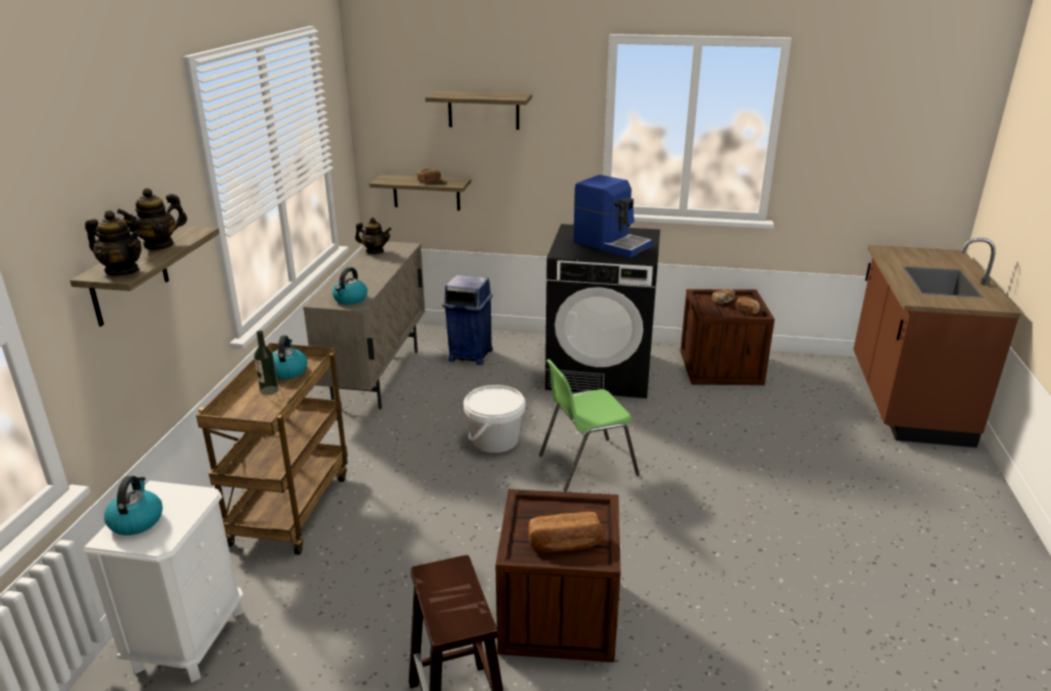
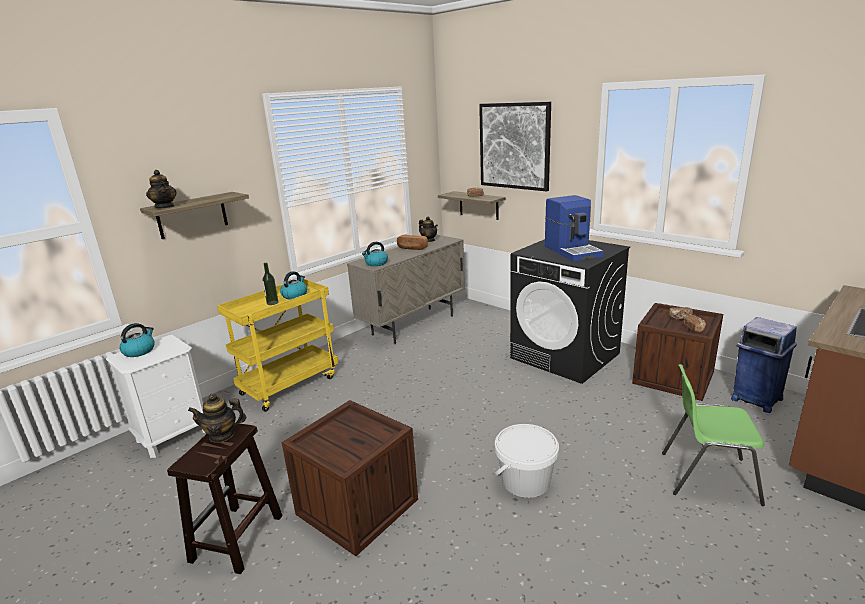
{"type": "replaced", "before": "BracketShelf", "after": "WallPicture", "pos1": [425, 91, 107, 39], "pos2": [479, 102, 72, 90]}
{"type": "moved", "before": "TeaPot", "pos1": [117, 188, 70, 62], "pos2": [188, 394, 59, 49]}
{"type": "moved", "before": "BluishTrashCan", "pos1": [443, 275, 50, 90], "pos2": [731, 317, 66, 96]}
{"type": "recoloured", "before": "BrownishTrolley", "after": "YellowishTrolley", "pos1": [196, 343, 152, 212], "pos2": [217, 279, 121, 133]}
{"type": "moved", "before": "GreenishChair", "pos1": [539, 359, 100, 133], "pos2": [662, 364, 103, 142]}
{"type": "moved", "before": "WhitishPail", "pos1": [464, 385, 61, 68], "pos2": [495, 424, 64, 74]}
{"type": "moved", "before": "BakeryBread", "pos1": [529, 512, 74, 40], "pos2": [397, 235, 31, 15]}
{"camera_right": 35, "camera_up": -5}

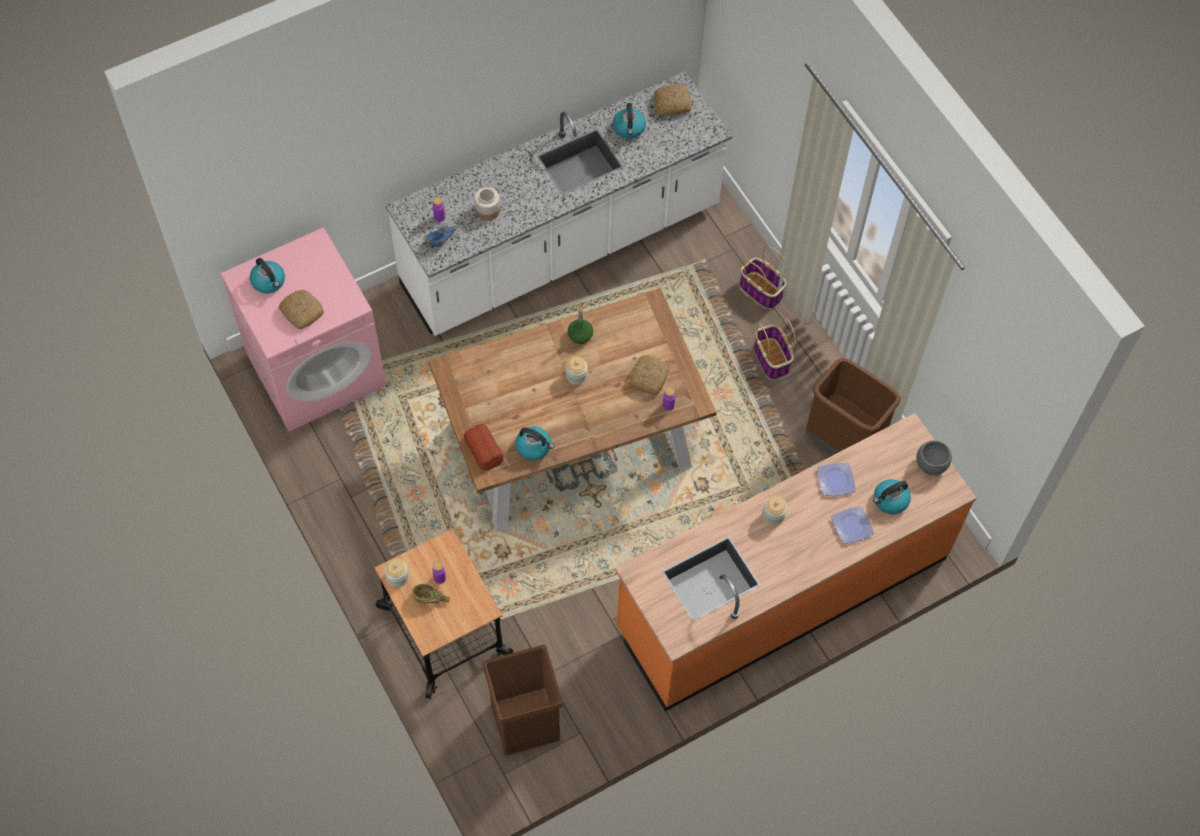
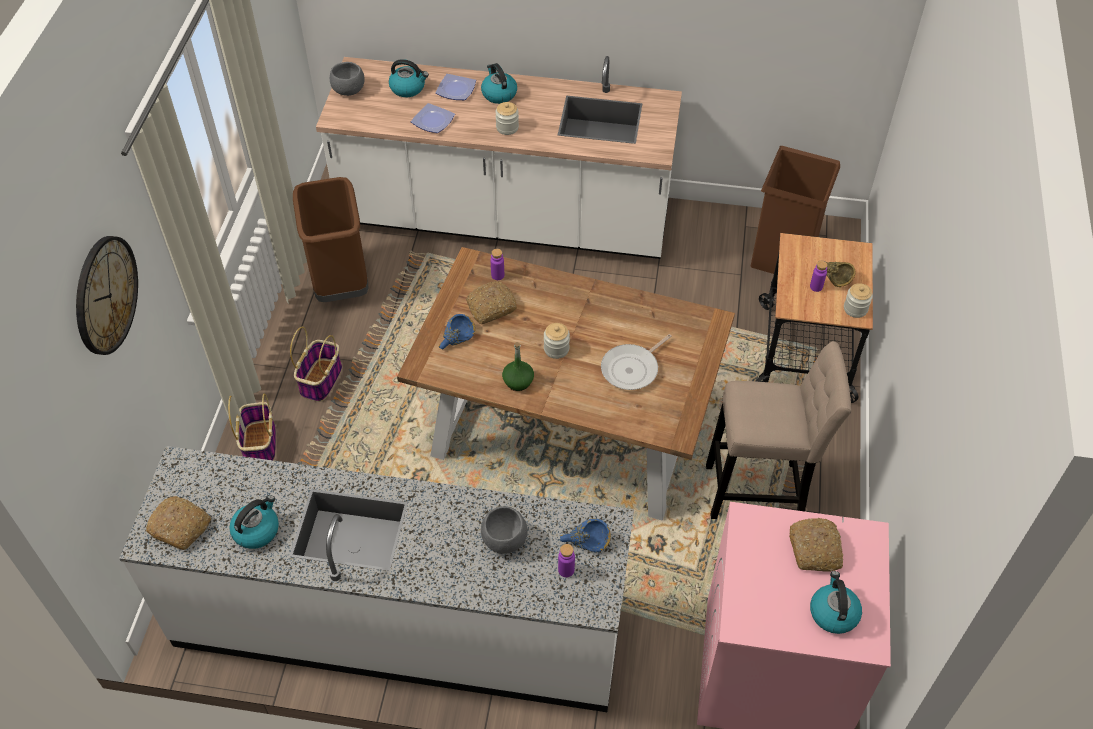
{"type": "replaced", "before": "Jar", "after": "GrayDeepDish", "pos1": [475, 187, 25, 33], "pos2": [481, 506, 47, 48]}
{"type": "recoloured", "before": "OrangeColouredCounter", "after": "WhitishCounter", "pos1": [615, 413, 361, 298], "pos2": [316, 56, 366, 203]}
{"type": "removed", "before": "BakeryBread", "pos1": [464, 424, 40, 47]}
{"type": "moved", "before": "WaterKettle", "pos1": [515, 426, 39, 34], "pos2": [481, 63, 36, 41]}
{"type": "added", "after": "HangingClock", "pos2": [76, 236, 62, 119]}
{"type": "added", "after": "BluishDeepDish", "pos2": [439, 314, 36, 36]}
{"type": "added", "after": "Skillet", "pos2": [601, 334, 71, 56]}
{"type": "added", "after": "BeigeColouredStool", "pos2": [706, 341, 145, 178]}
{"camera_right": -140, "camera_up": -10}

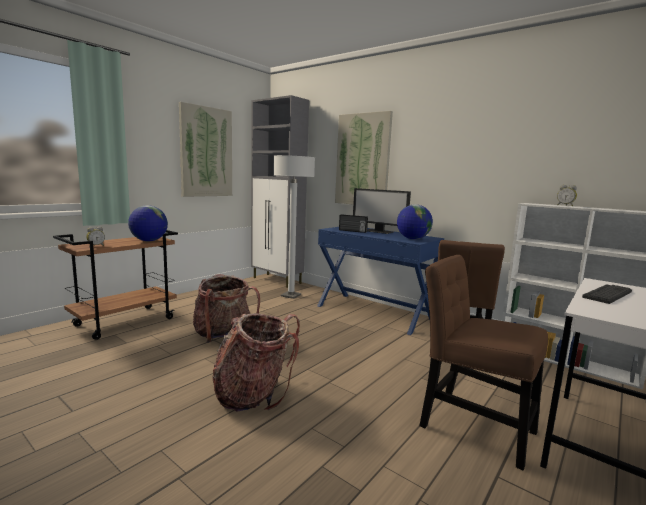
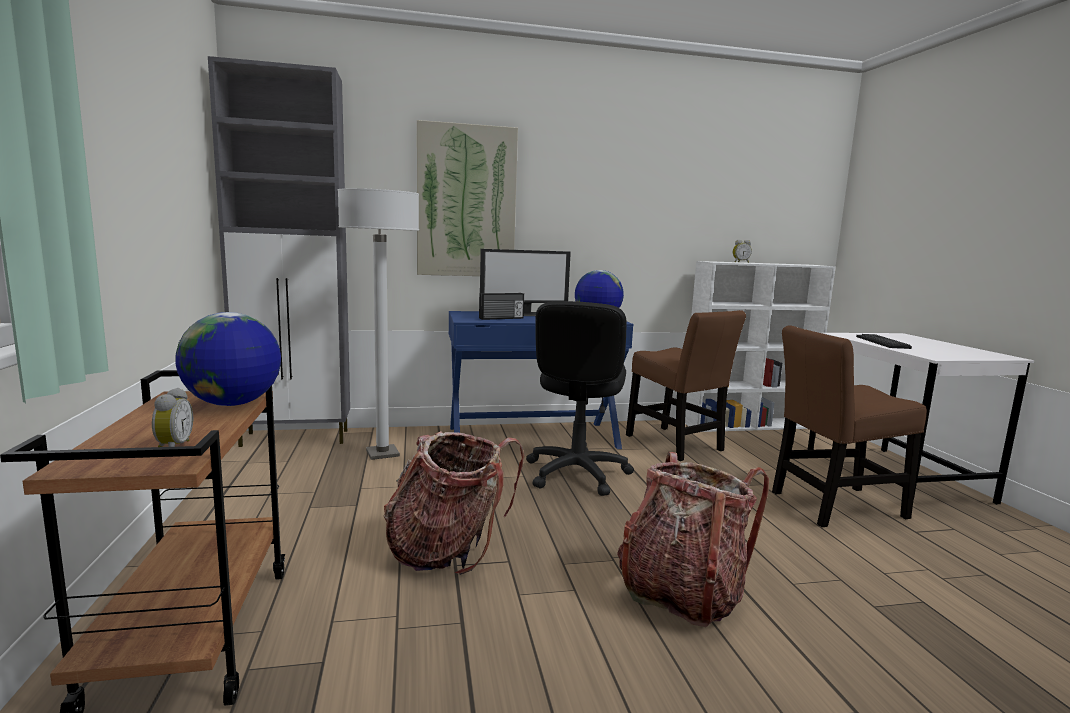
{"type": "removed", "before": "WallPicture", "pos1": [179, 102, 53, 95]}
{"type": "added", "after": "BlackComputerChair", "pos2": [526, 301, 108, 195]}
{"camera_right": -50, "camera_up": 0}

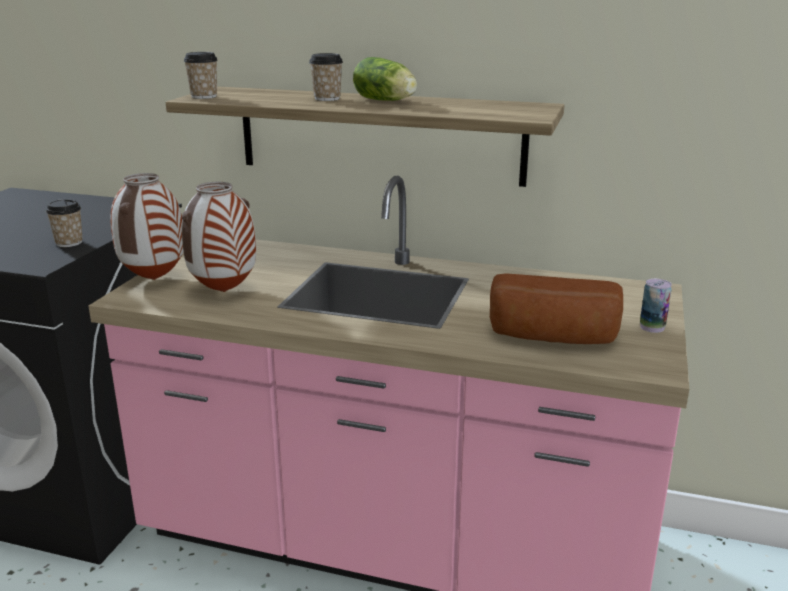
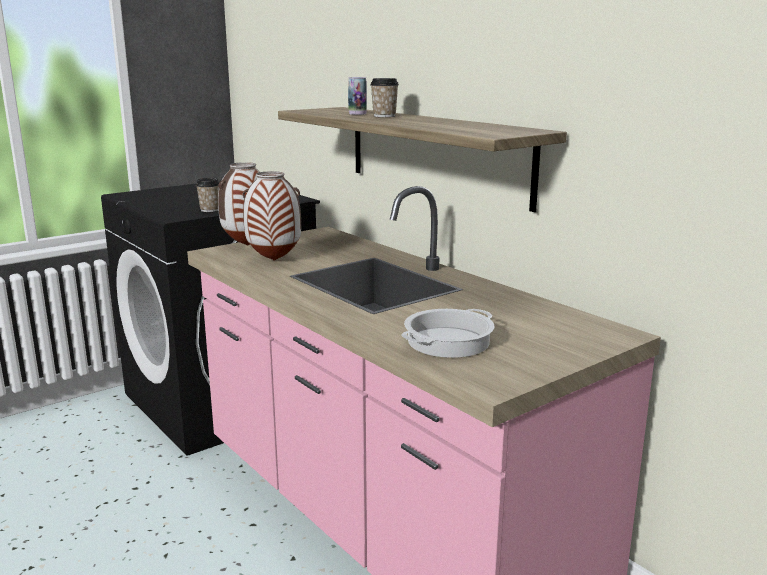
{"type": "removed", "before": "Cup", "pos1": [184, 52, 34, 47]}
{"type": "removed", "before": "Lettuce", "pos1": [353, 57, 64, 44]}
{"type": "replaced", "before": "BakeryBread", "after": "Stockpot", "pos1": [490, 273, 133, 71], "pos2": [401, 309, 93, 49]}
{"type": "moved", "before": "SealedCan", "pos1": [640, 279, 32, 54], "pos2": [348, 77, 19, 38]}
{"camera_right": 35, "camera_up": -5}

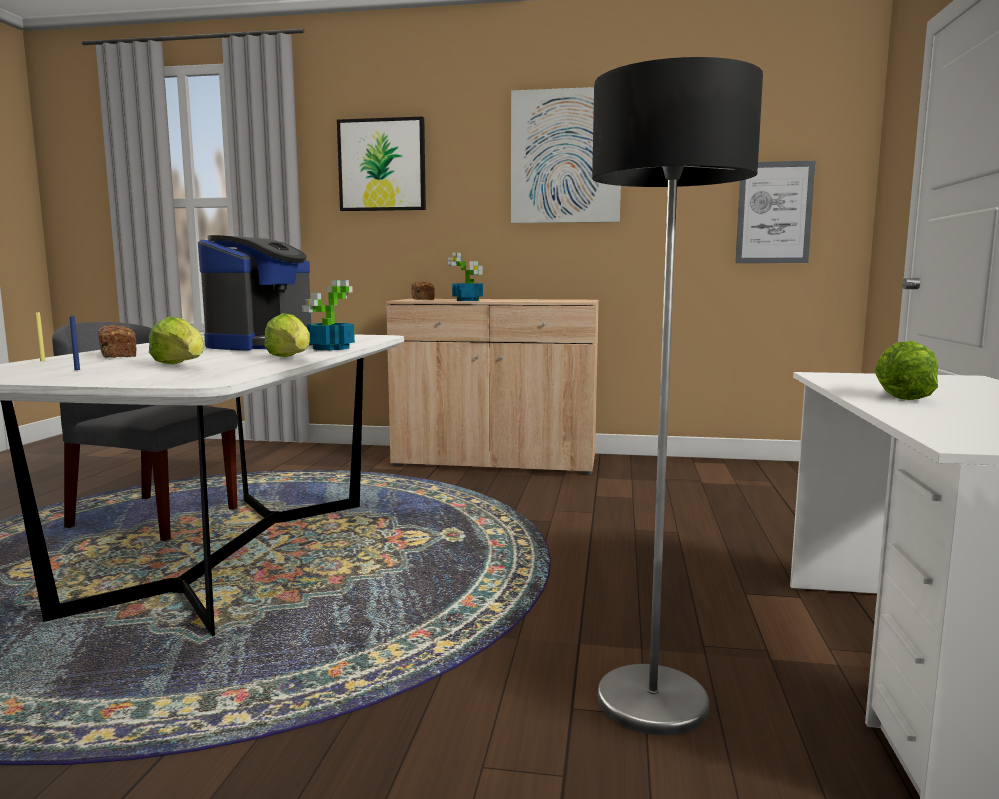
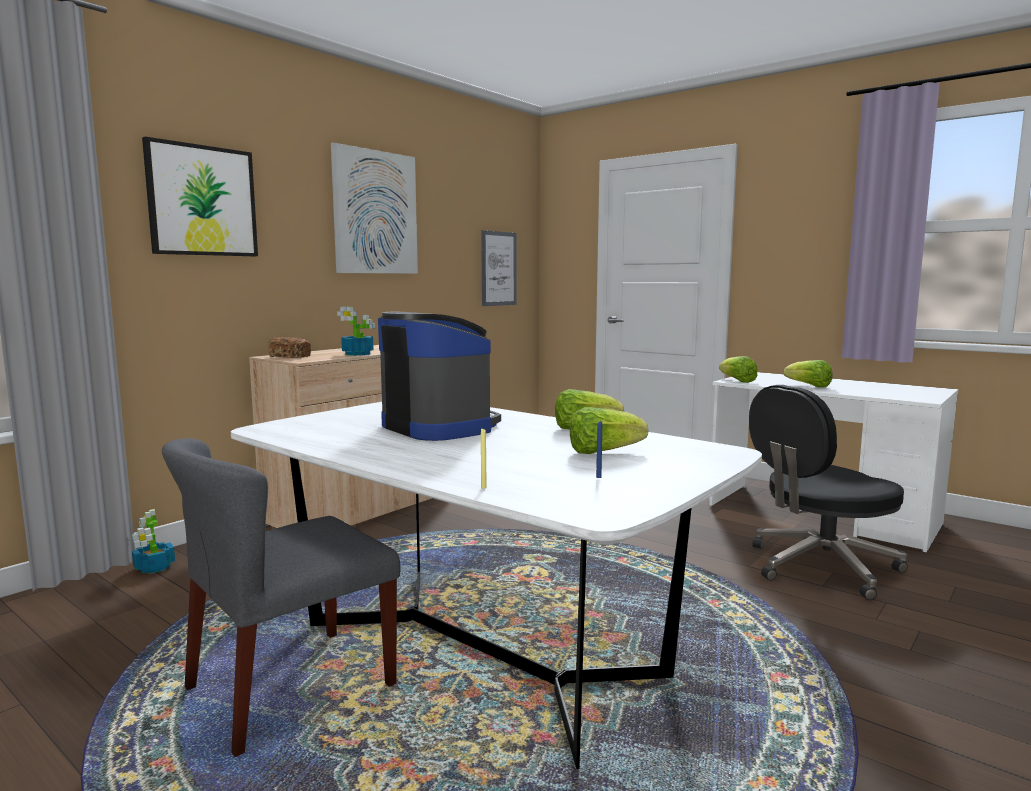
{"type": "replaced", "before": "FloorLamp", "after": "BlackComputerChair", "pos1": [592, 57, 171, 678], "pos2": [749, 385, 159, 215]}
{"type": "moved", "before": "PottedPlant", "pos1": [302, 280, 53, 71], "pos2": [132, 509, 43, 65]}
{"type": "removed", "before": "BakeryBread", "pos1": [98, 325, 39, 33]}
{"type": "added", "after": "Lettuce", "pos2": [719, 356, 38, 27]}
{"camera_right": -60, "camera_up": 0}

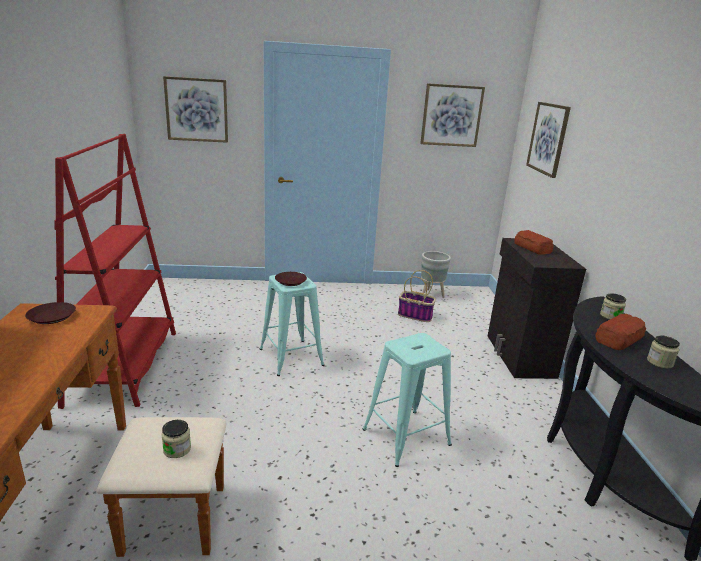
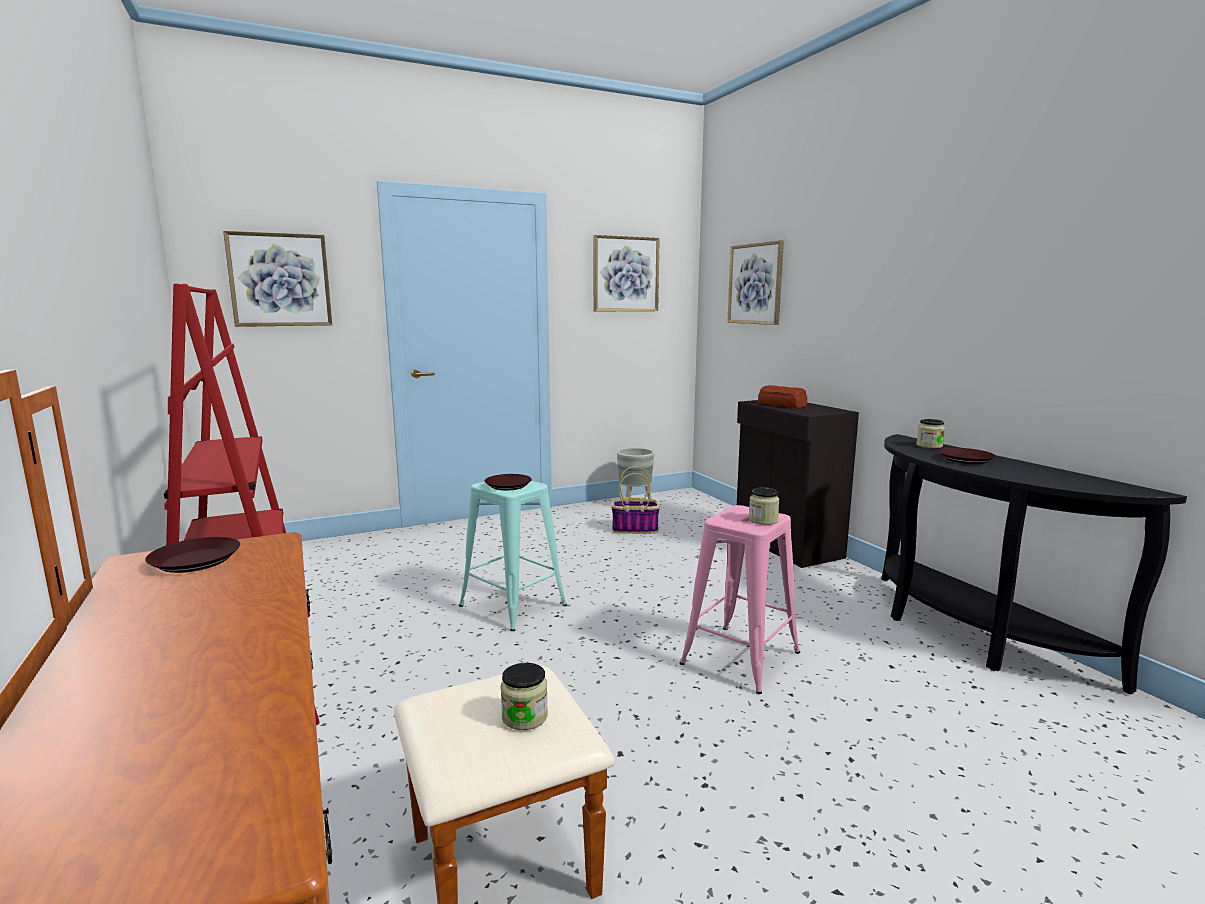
{"type": "replaced", "before": "BakeryBread", "after": "BrownishPlate", "pos1": [595, 314, 51, 36], "pos2": [938, 448, 58, 16]}
{"type": "recoloured", "before": "BlueGreenStool", "after": "PinkStool", "pos1": [362, 333, 90, 134], "pos2": [680, 505, 120, 189]}
{"type": "moved", "before": "Jar", "pos1": [647, 335, 33, 34], "pos2": [749, 487, 31, 38]}
{"camera_right": -20, "camera_up": -10}

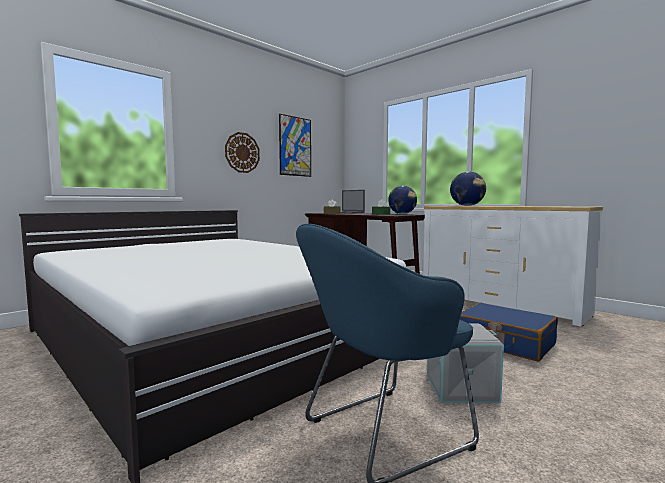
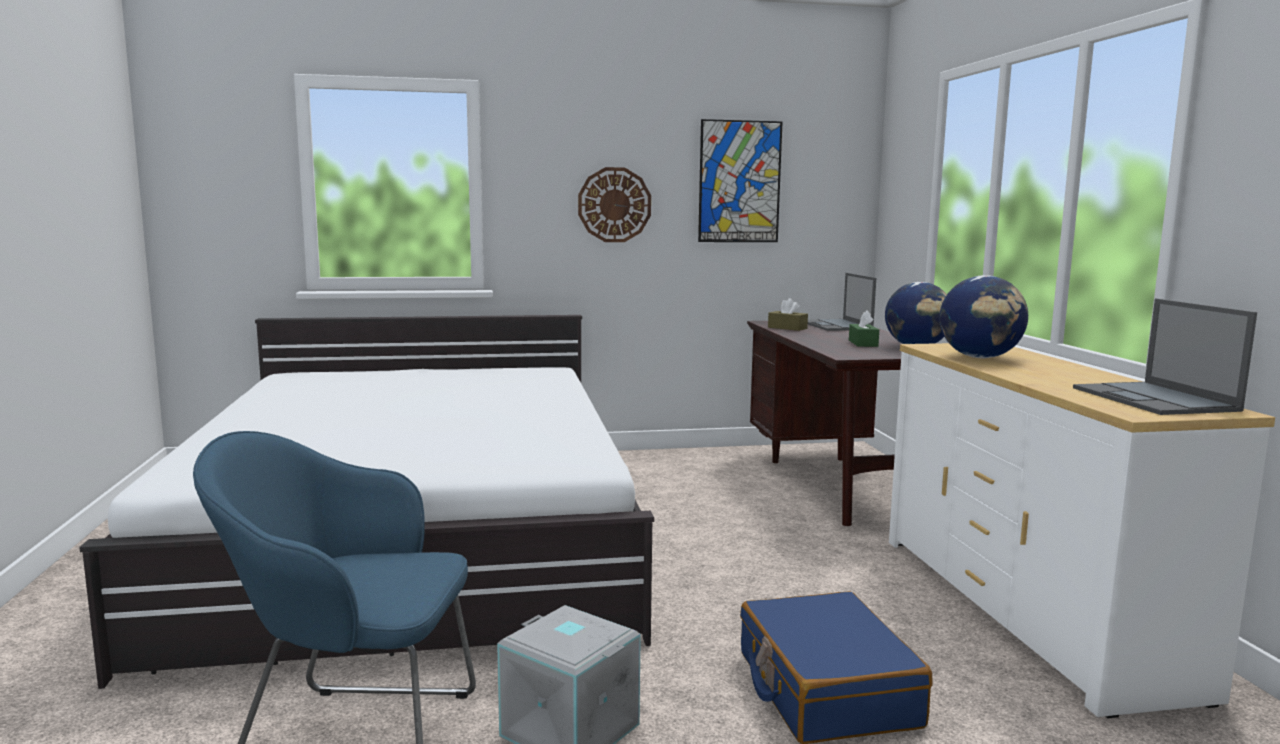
{"type": "added", "after": "NotebookComputer", "pos2": [1073, 299, 184, 116]}
{"camera_right": 35, "camera_up": 5}

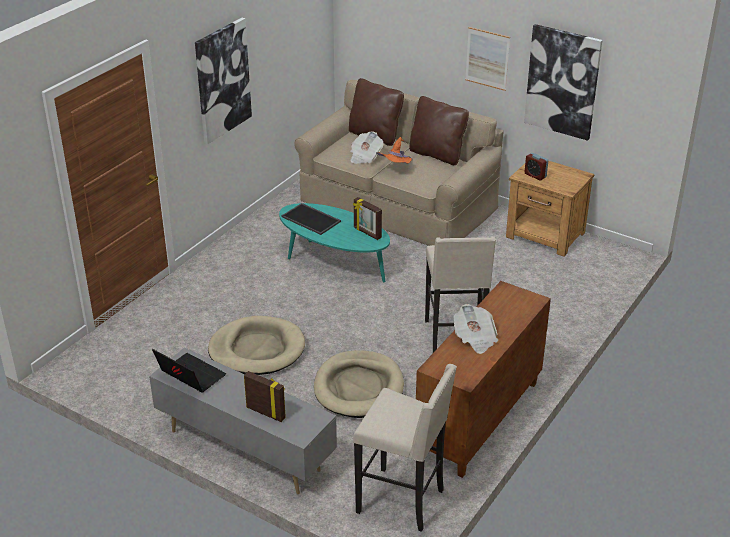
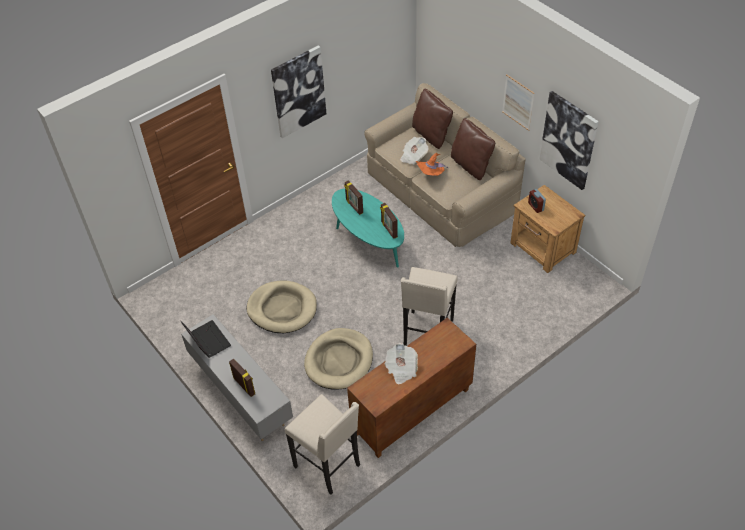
{"type": "replaced", "before": "Tray", "after": "PhotoFrame", "pos1": [282, 203, 59, 32], "pos2": [344, 180, 19, 35]}
{"camera_right": 20, "camera_up": 15}

